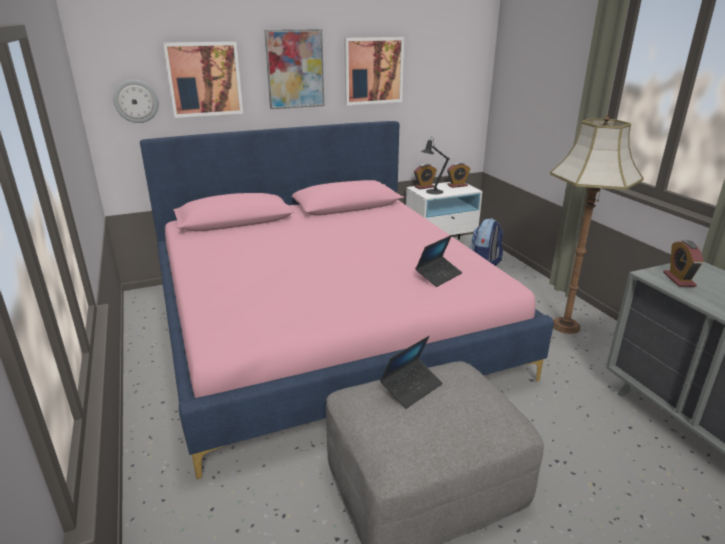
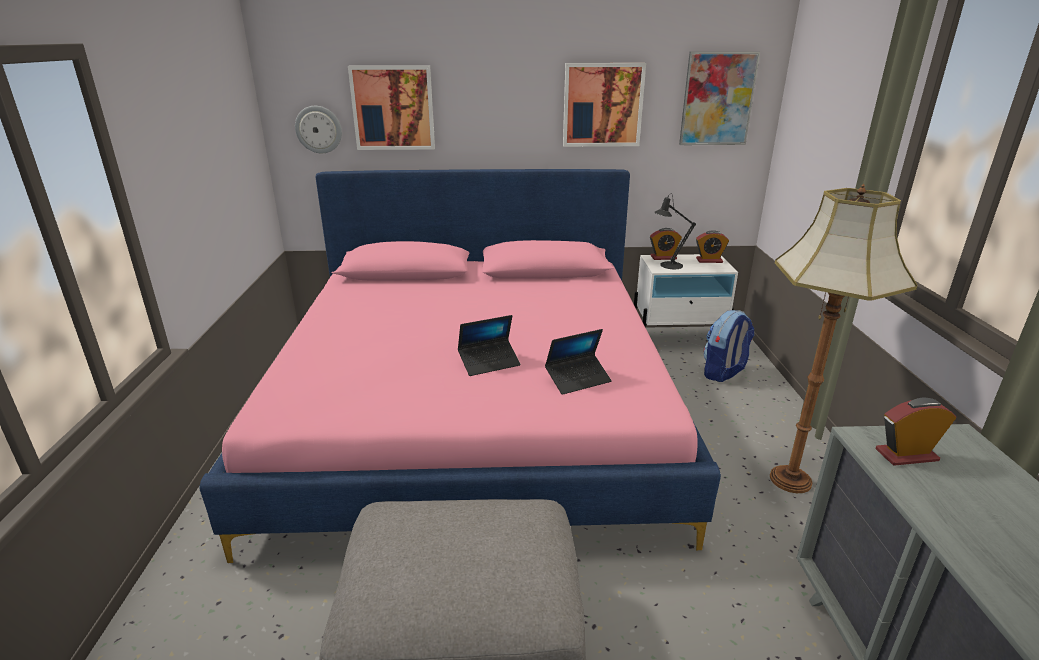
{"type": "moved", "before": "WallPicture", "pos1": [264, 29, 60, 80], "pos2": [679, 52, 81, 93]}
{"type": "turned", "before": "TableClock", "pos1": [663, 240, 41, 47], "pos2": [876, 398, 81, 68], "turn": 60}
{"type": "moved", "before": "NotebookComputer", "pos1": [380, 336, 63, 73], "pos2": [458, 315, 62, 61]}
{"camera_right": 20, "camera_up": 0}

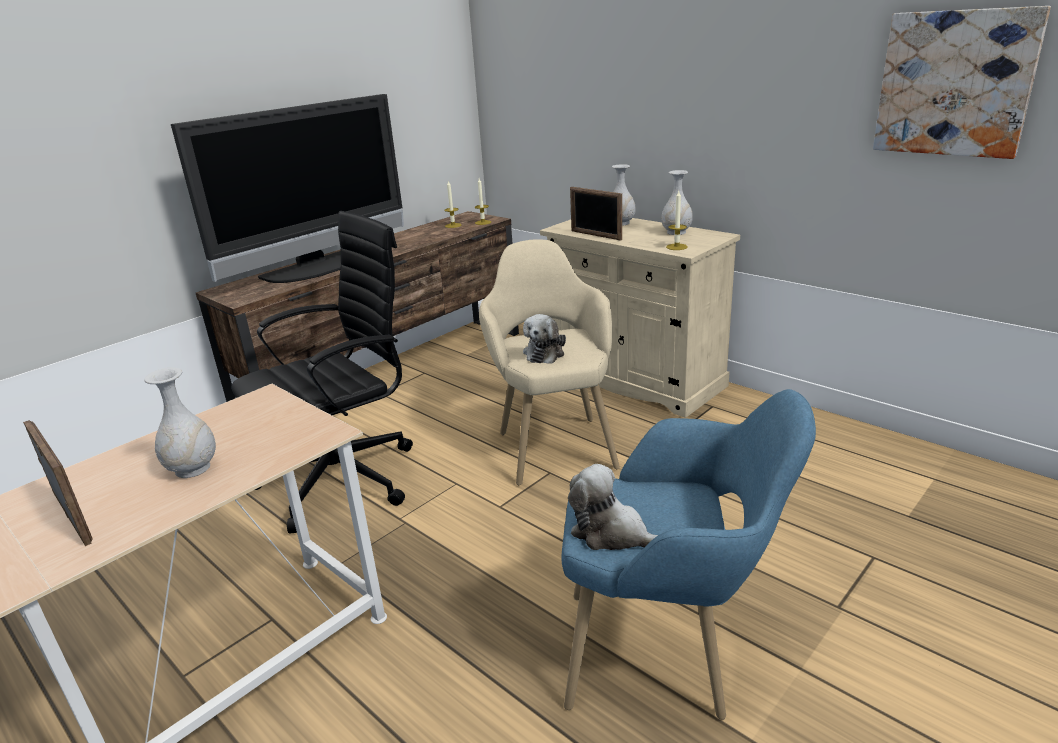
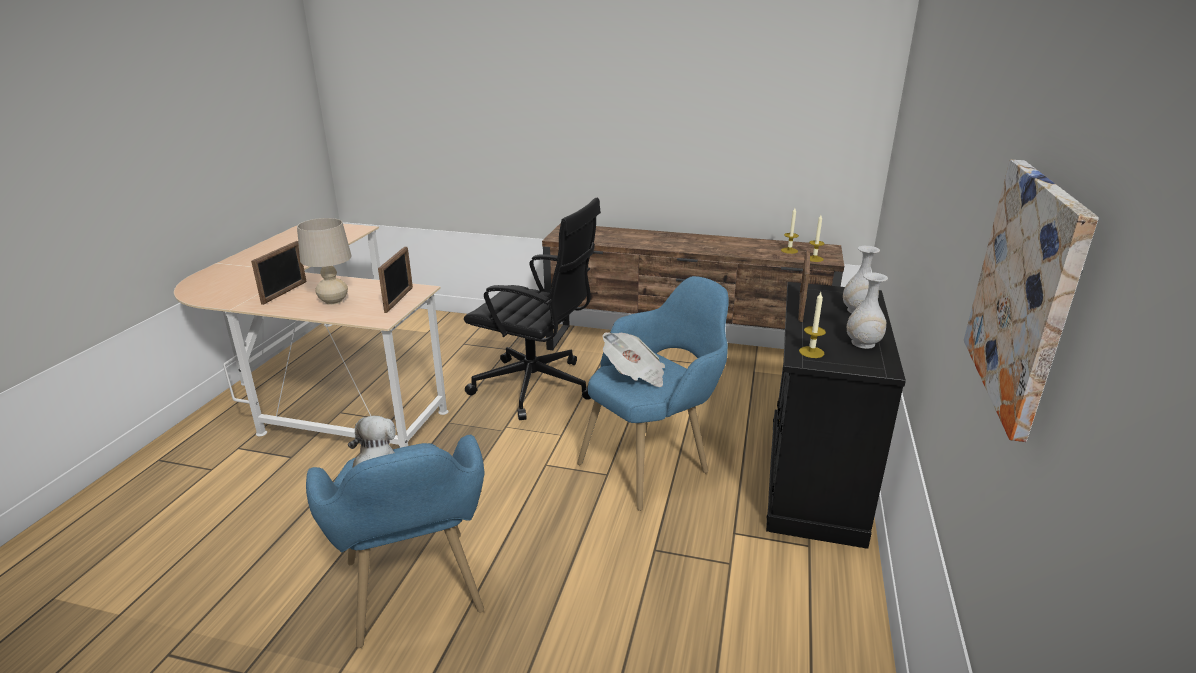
{"type": "removed", "before": "Tv", "pos1": [171, 94, 233, 189]}
{"type": "recoloured", "before": "BeigeColouredCupboard", "after": "BlackCupboard", "pos1": [540, 218, 200, 200], "pos2": [766, 282, 140, 267]}
{"type": "recoloured", "before": "BeigeColouredArmchair", "after": "BluishArmchair", "pos1": [479, 239, 141, 246], "pos2": [577, 276, 152, 235]}
{"type": "replaced", "before": "PlushToy", "after": "PrintedPaper", "pos1": [523, 314, 43, 50], "pos2": [602, 332, 63, 55]}
{"type": "replaced", "before": "WhitishVase", "after": "BeigeColouredTabletopLamp", "pos1": [144, 368, 72, 110], "pos2": [297, 218, 55, 87]}
{"type": "added", "after": "PhotoFrame", "pos2": [378, 246, 35, 67]}
{"camera_right": 60, "camera_up": 0}

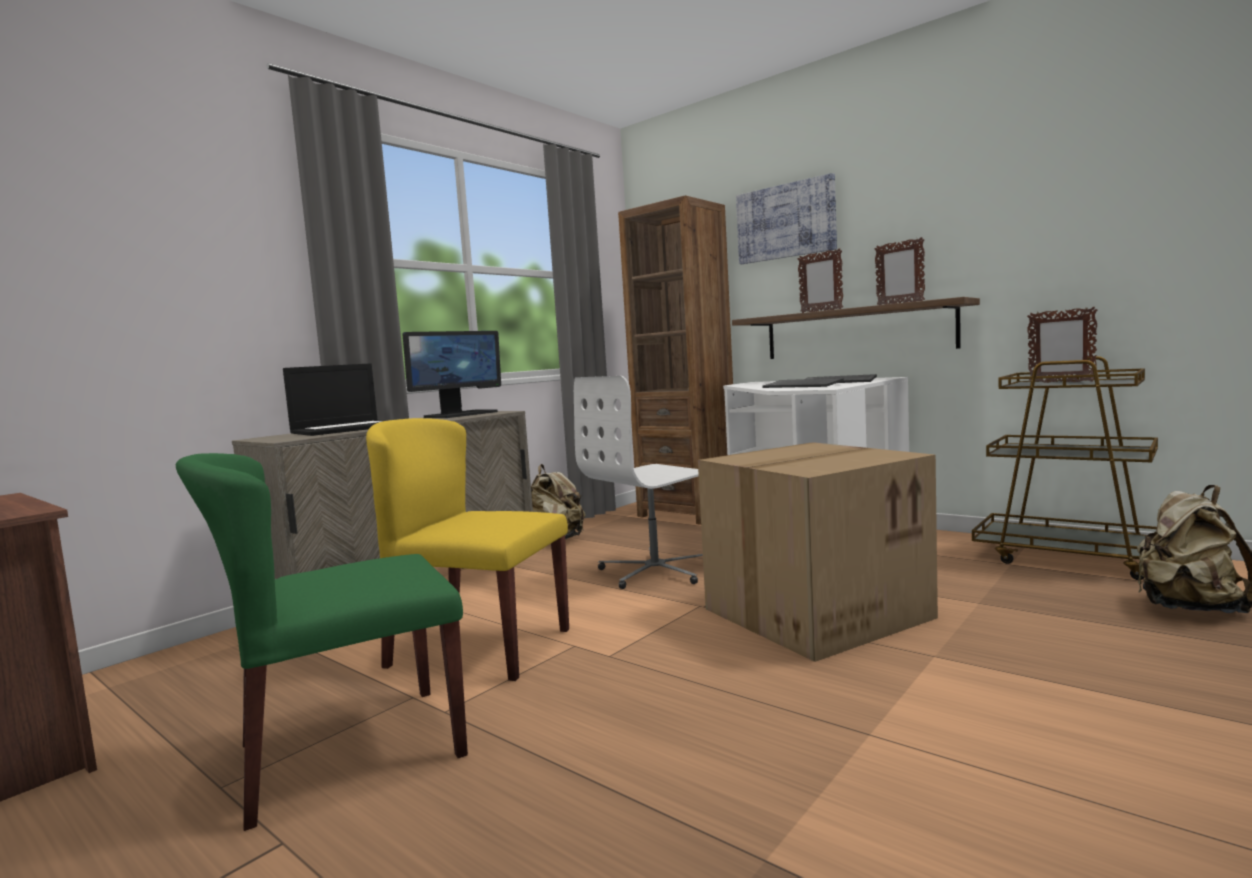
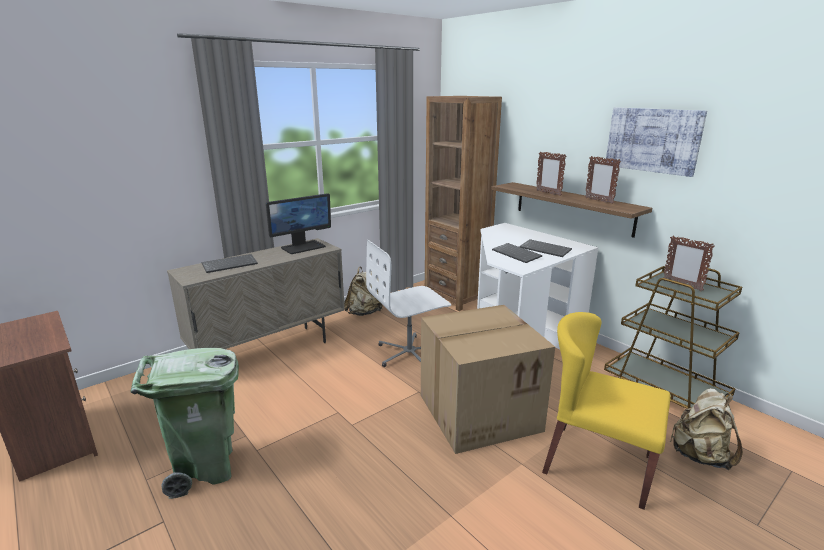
{"type": "moved", "before": "WallPicture", "pos1": [736, 173, 101, 91], "pos2": [606, 107, 101, 70]}
{"type": "replaced", "before": "NotebookComputer", "after": "Keyboard", "pos1": [283, 363, 100, 73], "pos2": [202, 254, 56, 19]}
{"type": "moved", "before": "YellowishChair", "pos1": [366, 418, 203, 263], "pos2": [542, 312, 129, 198]}
{"type": "replaced", "before": "GreenishChair", "after": "GreenishTrashCan", "pos1": [176, 453, 292, 378], "pos2": [130, 348, 109, 151]}
{"camera_right": 10, "camera_up": 15}

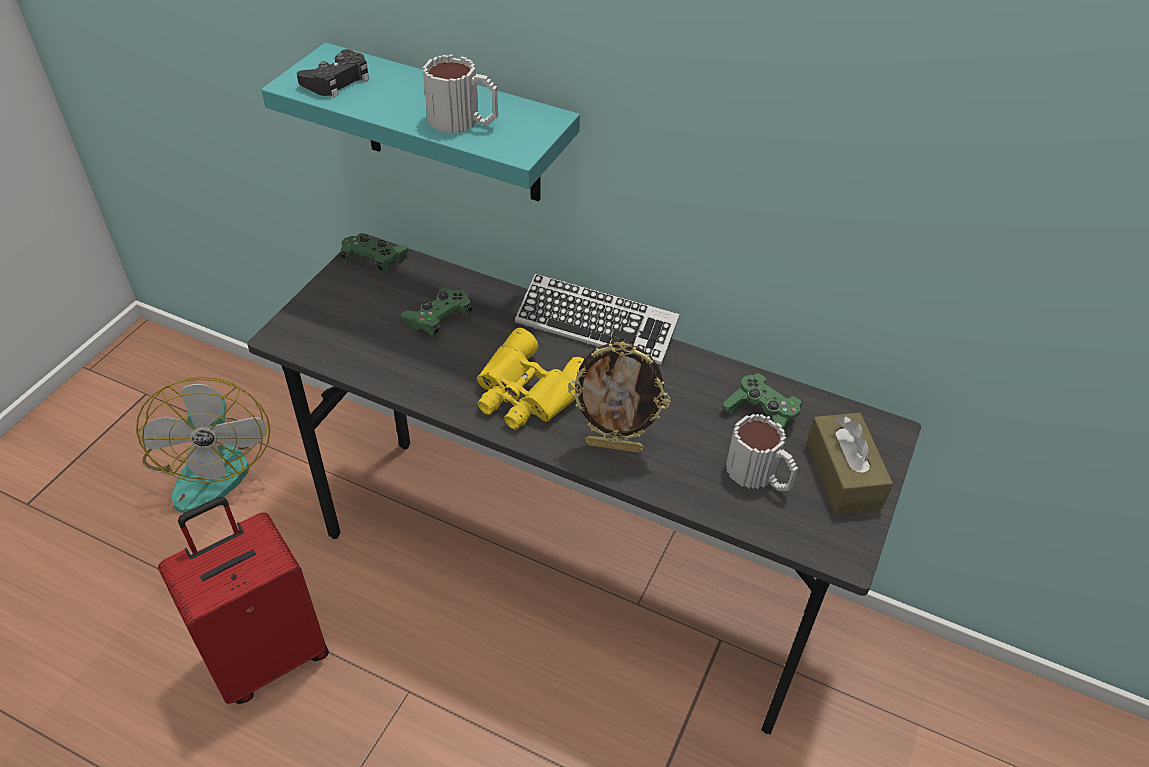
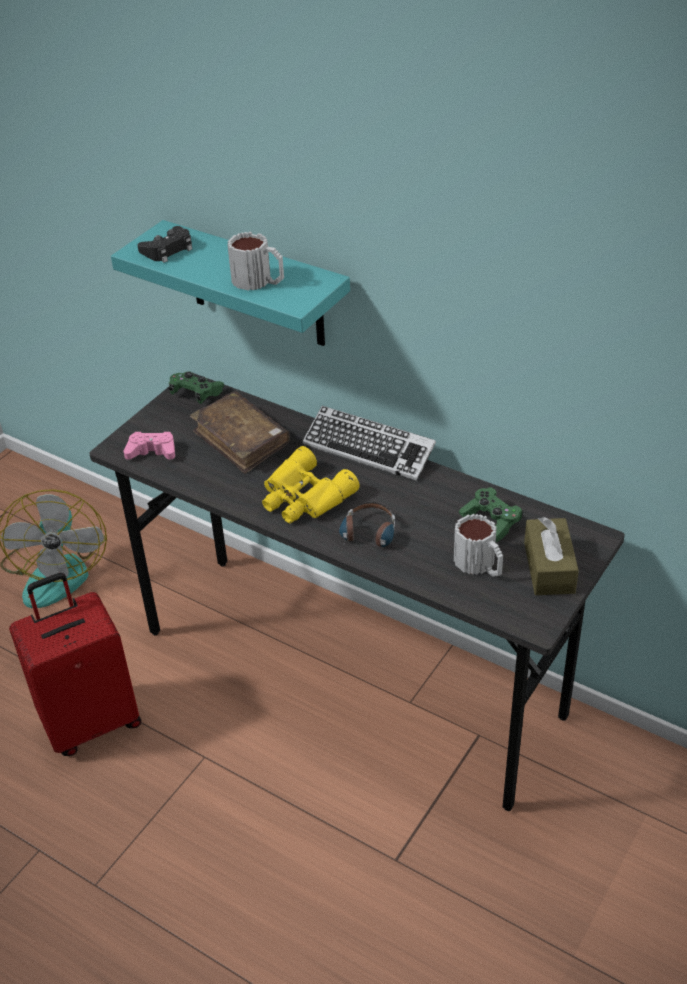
{"type": "replaced", "before": "GreenishJoypad", "after": "BrownishBook", "pos1": [401, 288, 71, 50], "pos2": [190, 392, 100, 82]}
{"type": "replaced", "before": "PhotoFrame", "after": "Headset", "pos1": [568, 341, 103, 112], "pos2": [339, 502, 56, 49]}
{"type": "added", "after": "PinkJoypad", "pos2": [124, 432, 51, 28]}
{"camera_right": 10, "camera_up": -5}

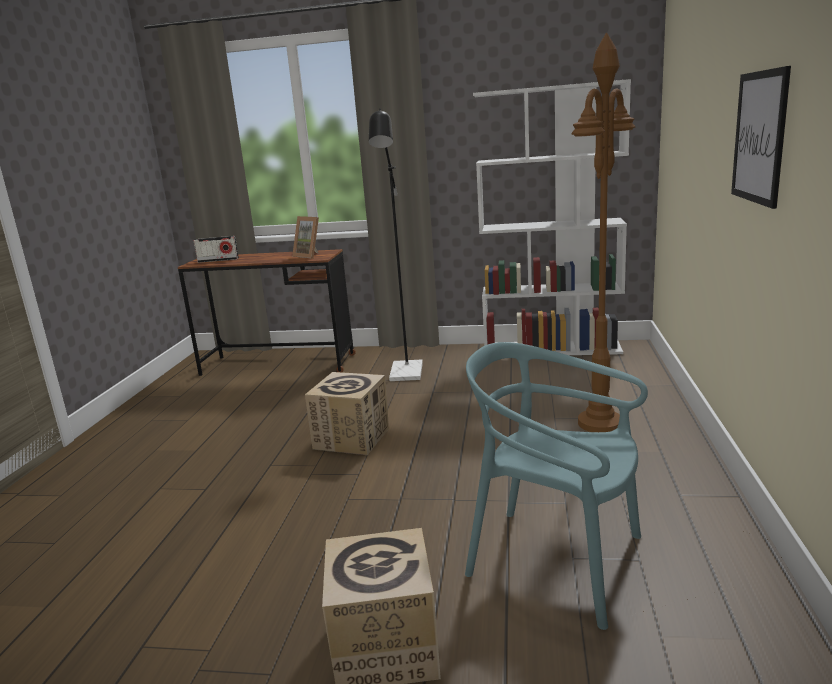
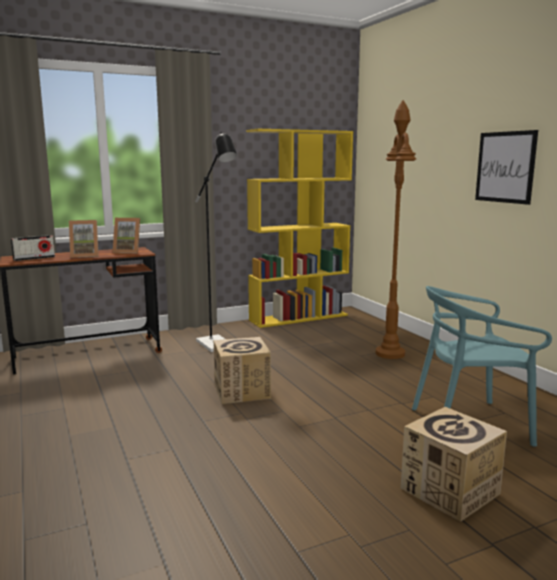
{"type": "recoloured", "before": "WhitishShelvingUnit", "after": "YellowishShelvingUnit", "pos1": [473, 79, 158, 276], "pos2": [246, 129, 107, 199]}
{"type": "added", "after": "PhotoFrame", "pos2": [69, 220, 30, 38]}
{"camera_right": -35, "camera_up": -5}

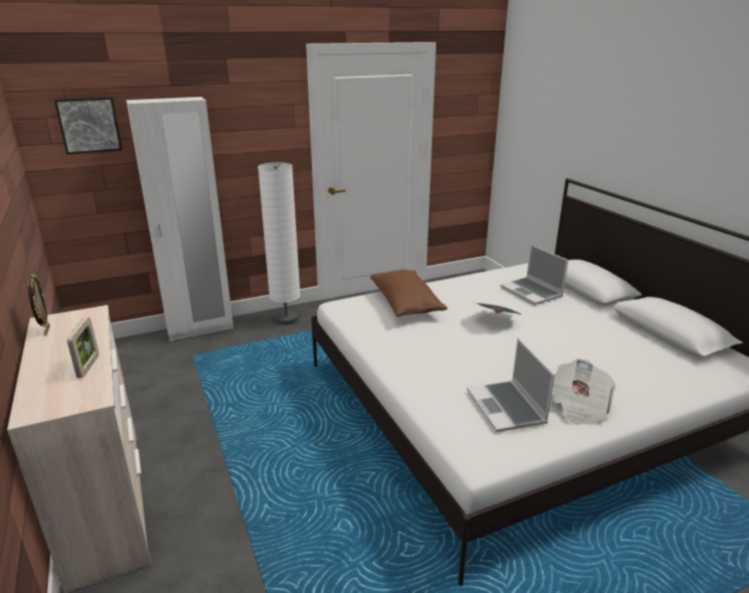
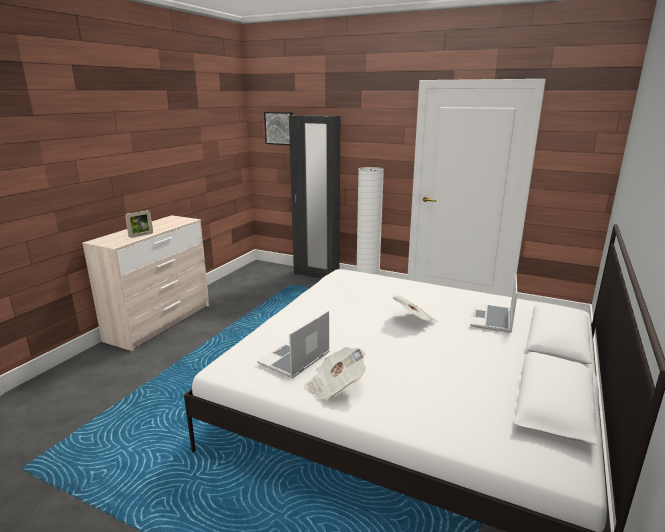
{"type": "recoloured", "before": "WhitishArmoire", "after": "BlackArmoire", "pos1": [126, 97, 108, 244], "pos2": [289, 115, 51, 164]}
{"type": "removed", "before": "BrownishThrowPillow", "pos1": [370, 270, 77, 47]}
{"type": "removed", "before": "PhotoFrame", "pos1": [28, 274, 22, 62]}
{"camera_right": 50, "camera_up": -5}

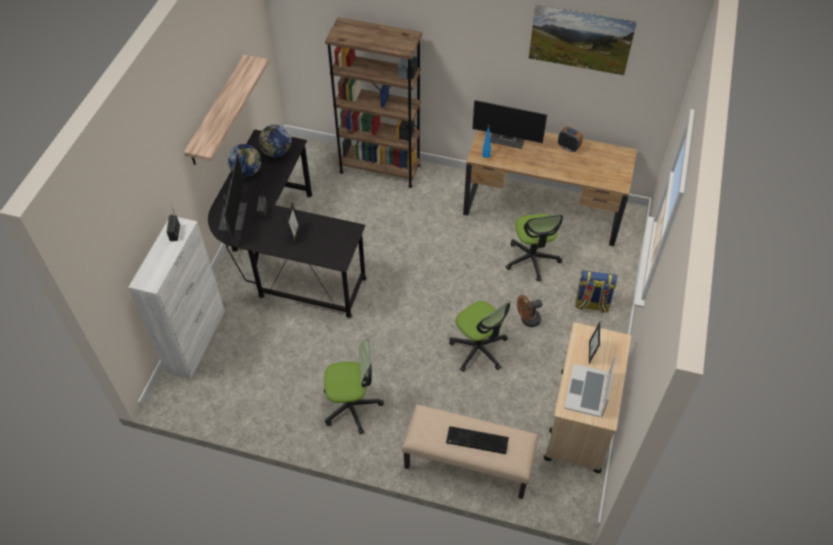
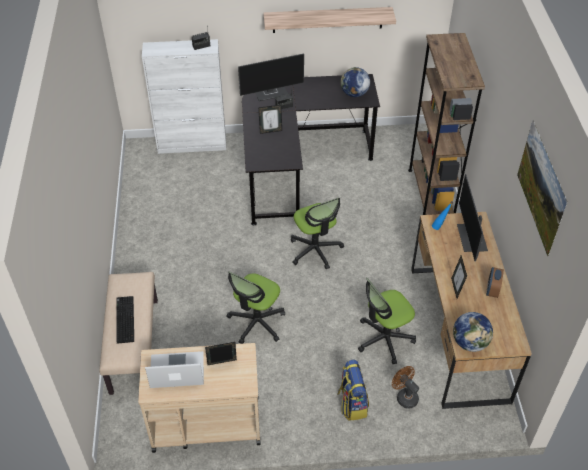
{"type": "moved", "before": "Globe", "pos1": [227, 144, 34, 33], "pos2": [453, 312, 40, 40]}
{"type": "moved", "before": "BrownishFan", "pos1": [517, 295, 26, 32], "pos2": [392, 366, 27, 43]}
{"type": "moved", "before": "ComputerChair", "pos1": [324, 339, 60, 96], "pos2": [291, 198, 53, 71]}
{"type": "added", "after": "PhotoFrame", "pos2": [451, 255, 16, 43]}
{"camera_right": 70, "camera_up": -5}

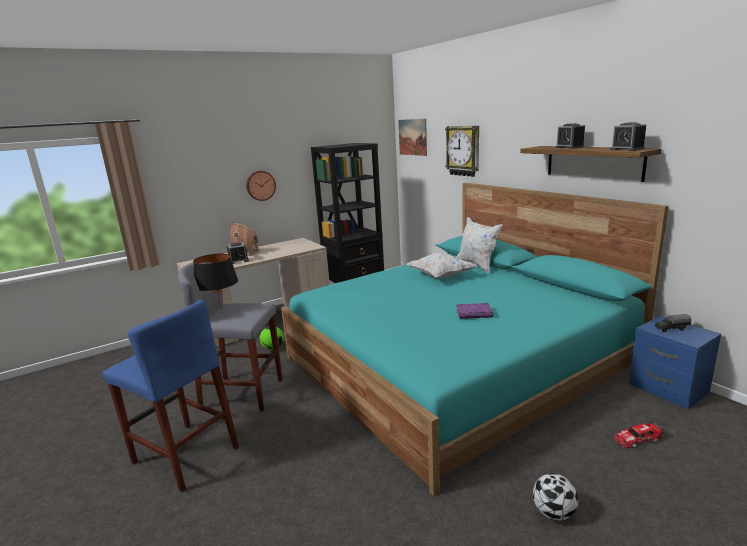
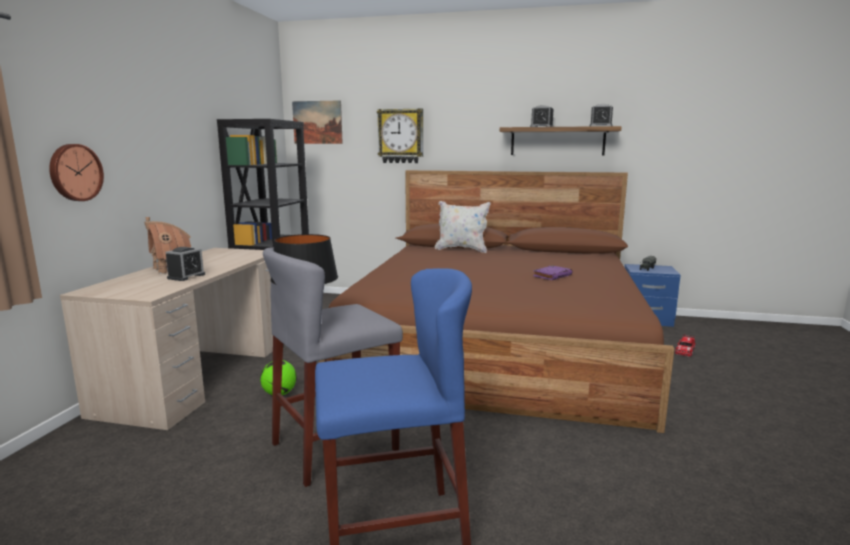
{"type": "moved", "before": "HangingClock", "pos1": [246, 171, 30, 30], "pos2": [49, 144, 55, 57]}
{"type": "recoloured", "before": "BlueGreenSleepingBed", "after": "BrownishSleepingBed", "pos1": [281, 183, 388, 313], "pos2": [319, 170, 355, 263]}
{"type": "removed", "before": "WhitishThrowPillow", "pos1": [407, 253, 70, 26]}
{"type": "removed", "before": "BallForFootball", "pos1": [533, 473, 45, 48]}
{"camera_right": -45, "camera_up": -5}

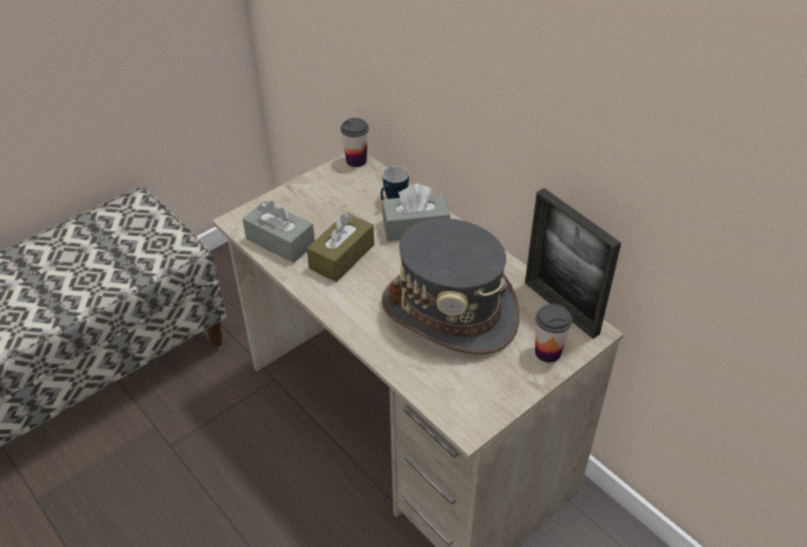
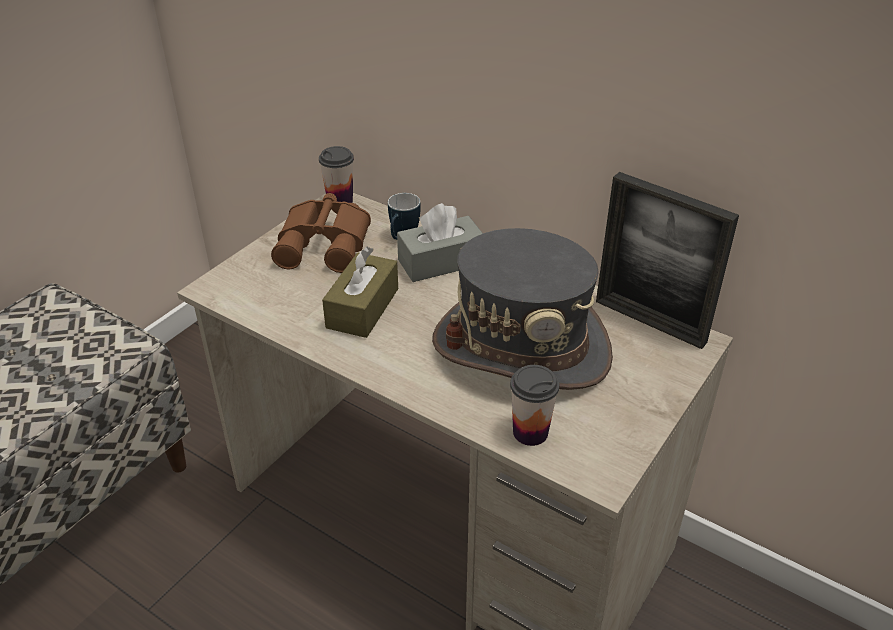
{"type": "removed", "before": "GrayTissueHolder", "pos1": [242, 201, 73, 62]}
{"type": "moved", "before": "Cup", "pos1": [535, 304, 37, 59], "pos2": [510, 365, 49, 81]}
{"type": "added", "after": "BrownishBinoculars", "pos2": [271, 193, 100, 80]}
{"camera_right": -15, "camera_up": -5}

